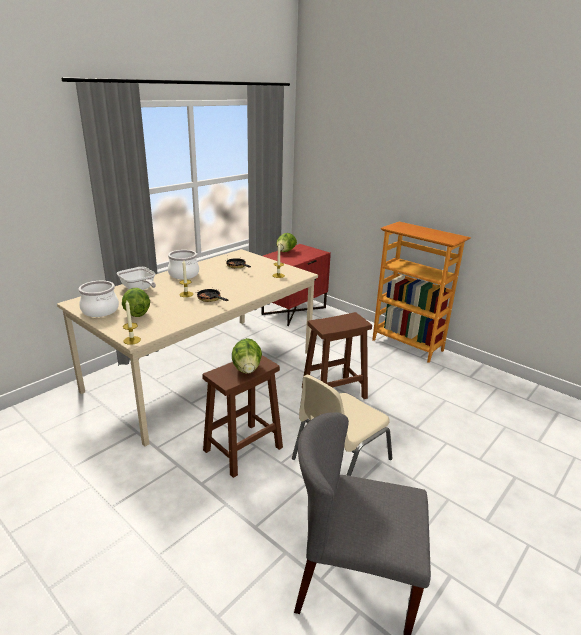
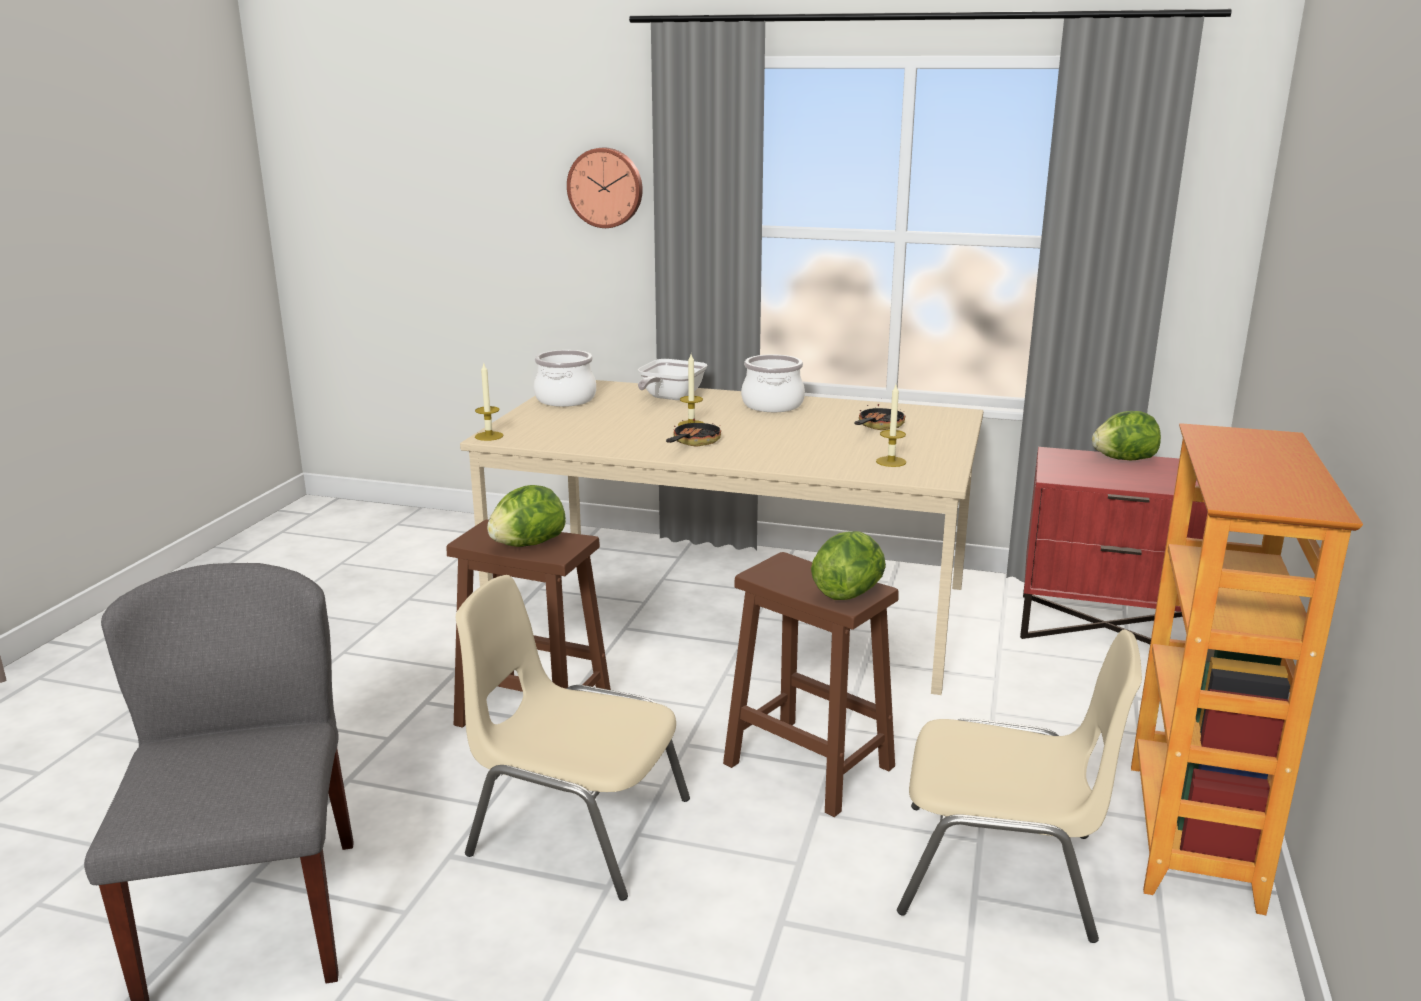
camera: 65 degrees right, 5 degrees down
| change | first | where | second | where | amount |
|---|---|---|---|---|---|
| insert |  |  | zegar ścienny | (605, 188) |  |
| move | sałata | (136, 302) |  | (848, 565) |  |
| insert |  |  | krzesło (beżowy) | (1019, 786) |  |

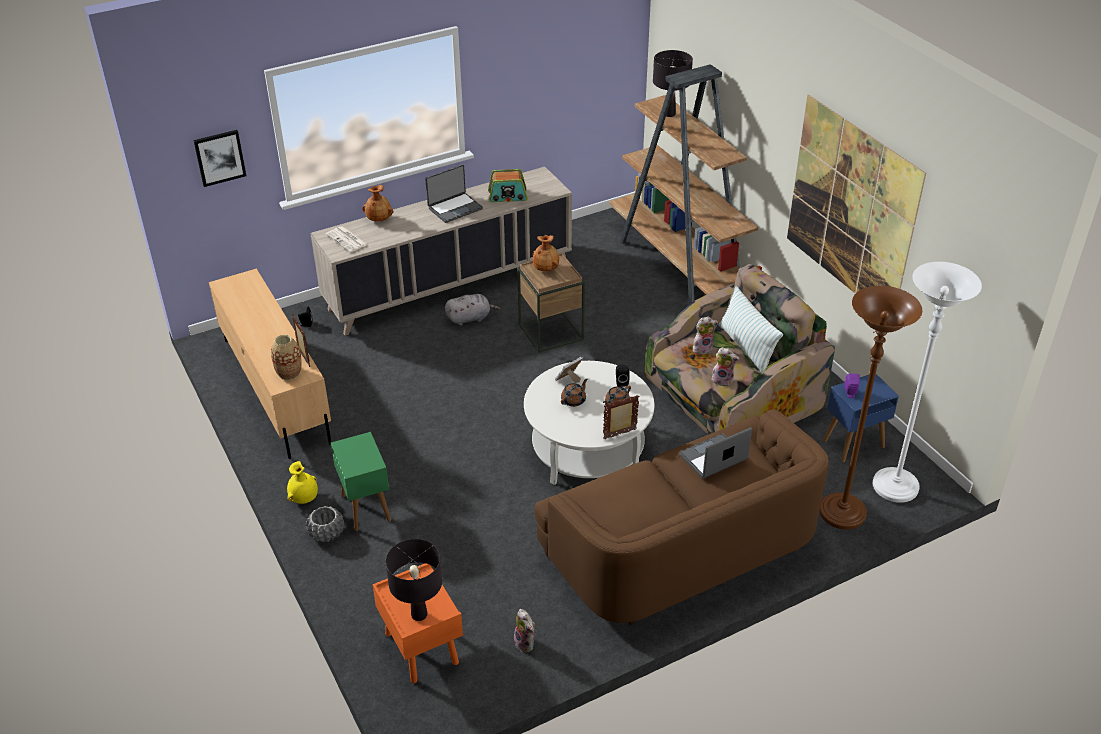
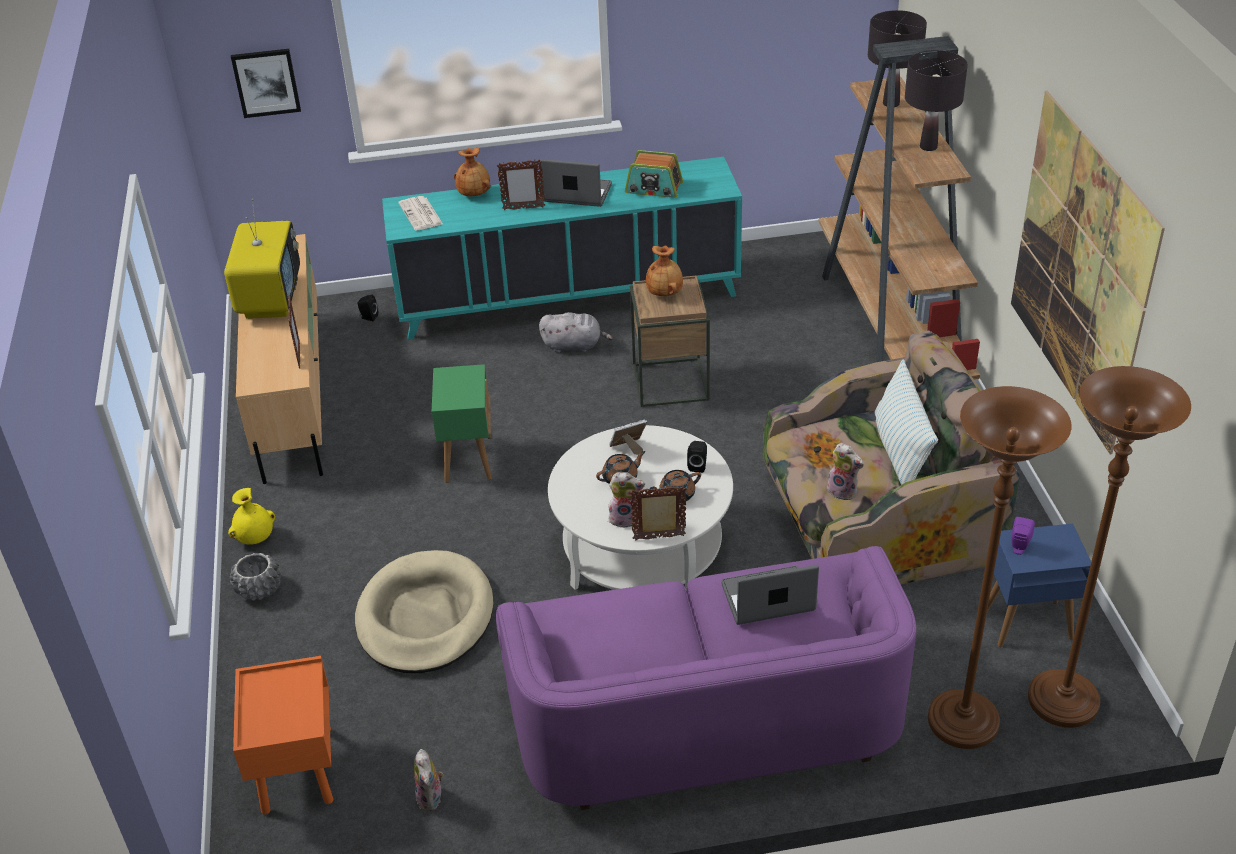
camera: 20 degrees right, 0 degrees up
| change | first | where | second | where | amount |
|---|---|---|---|---|---|
| insert |  |  | telewizor | (262, 259) |  |
| insert |  |  | legowisko (beżowy) | (424, 611) |  |
| recolor | szafka (beżowy) | (441, 251) | szafka (turkusowy) | (562, 248) |  |
| move | stolik (zielony) | (361, 481) |  | (462, 423) |  |
| recolor | kanapa (brązowy) | (681, 517) | kanapa (fioletowy) | (706, 678) |  |
| insert |  |  | ramka na zdjęcie | (521, 184) |  |
| rotate | laptop | (454, 193) |  | (576, 183) | 150 degrees counterclockwise |
| move | pluszak | (705, 336) |  | (626, 500) |  |
| move | lampa stołowa (czarny) | (414, 580) |  | (936, 100) |  |
| recolor | lampa stojąca (biały) | (927, 382) | lampa stojąca (brązowy) | (1109, 547) |  |
| delete | wazon | (286, 357) |  |  |  |

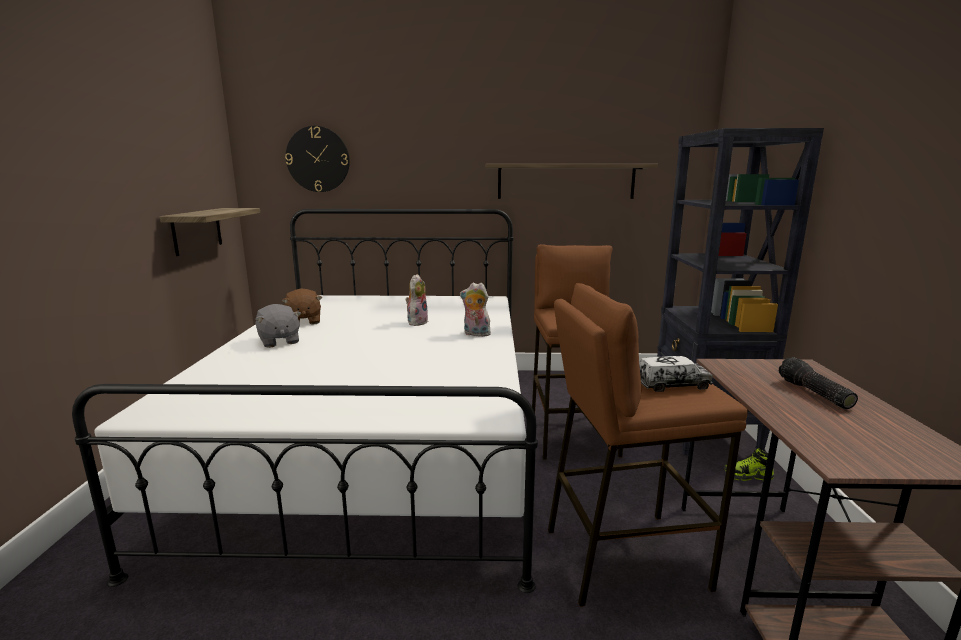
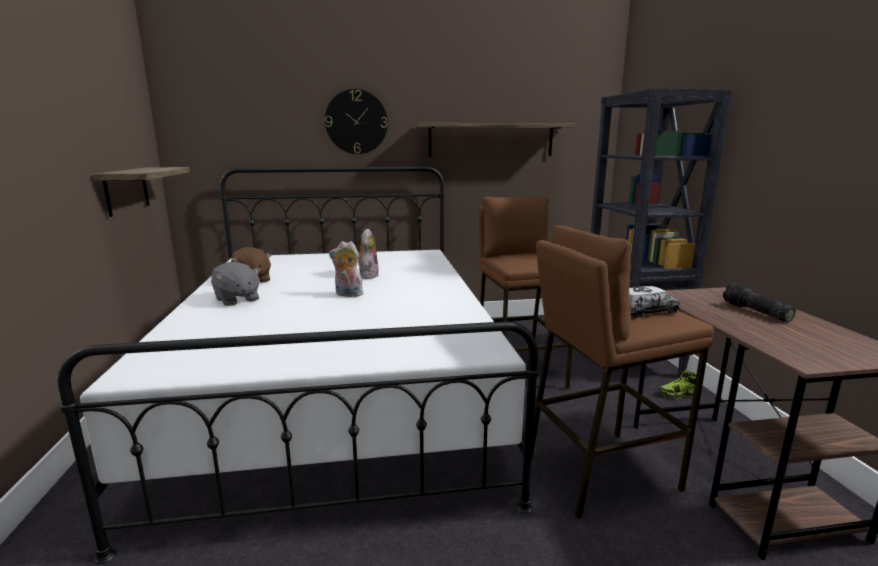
camera: 10 degrees left, 0 degrees up
| change | first | where | second | where | amount |
|---|---|---|---|---|---|
| move | zegar ścienny | (317, 159) |  | (356, 121) |  |
| move | pluszak | (475, 310) |  | (346, 269) |  |

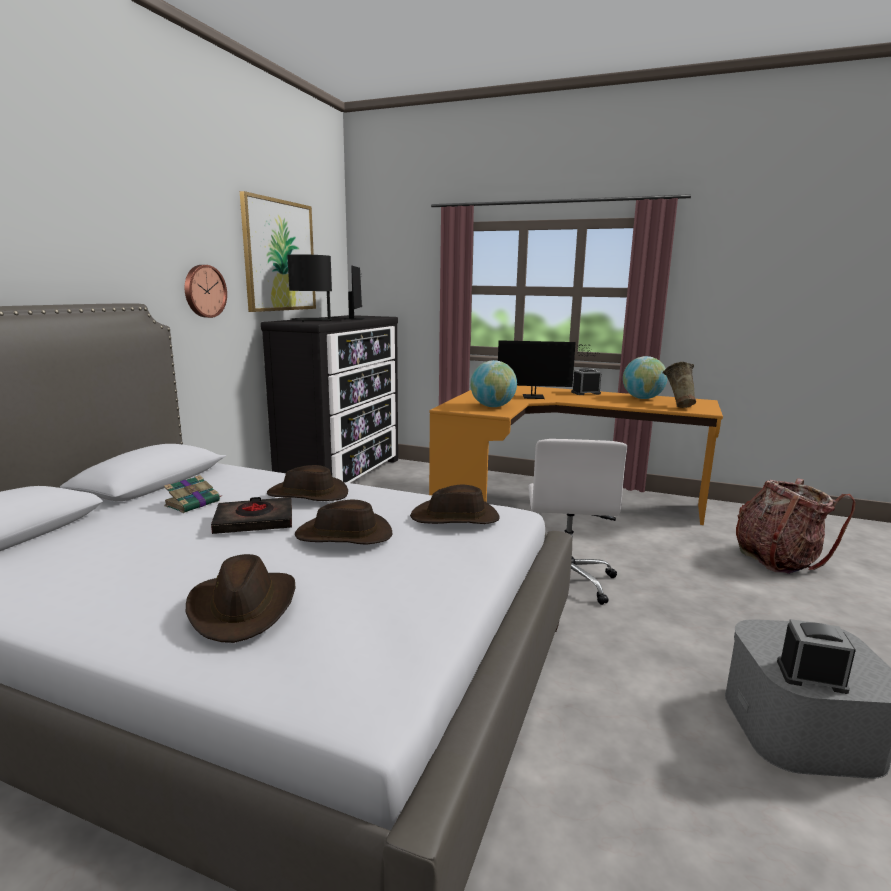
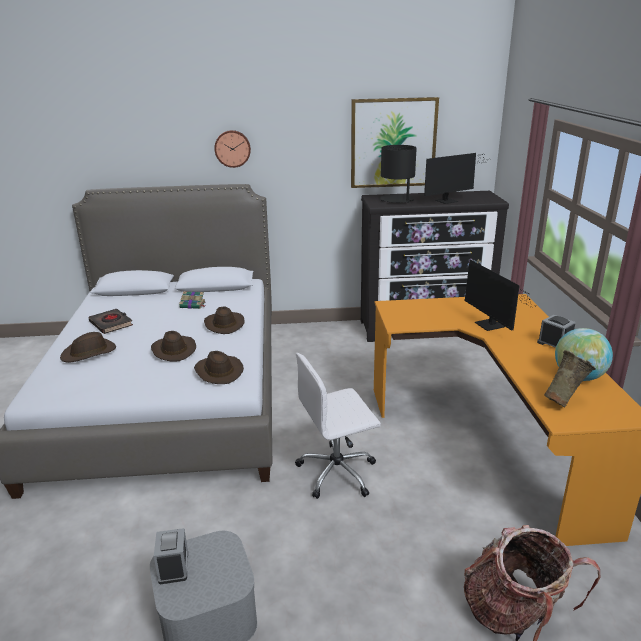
camera: 65 degrees right, 10 degrees up
| change | first | where | second | where | amount |
|---|---|---|---|---|---|
| move | książka (czarny) | (251, 515) |  | (110, 321) |  |
| move | zegar ścienny | (206, 291) |  | (232, 149) |  |
| delete | globus | (493, 383) |  |  |  |

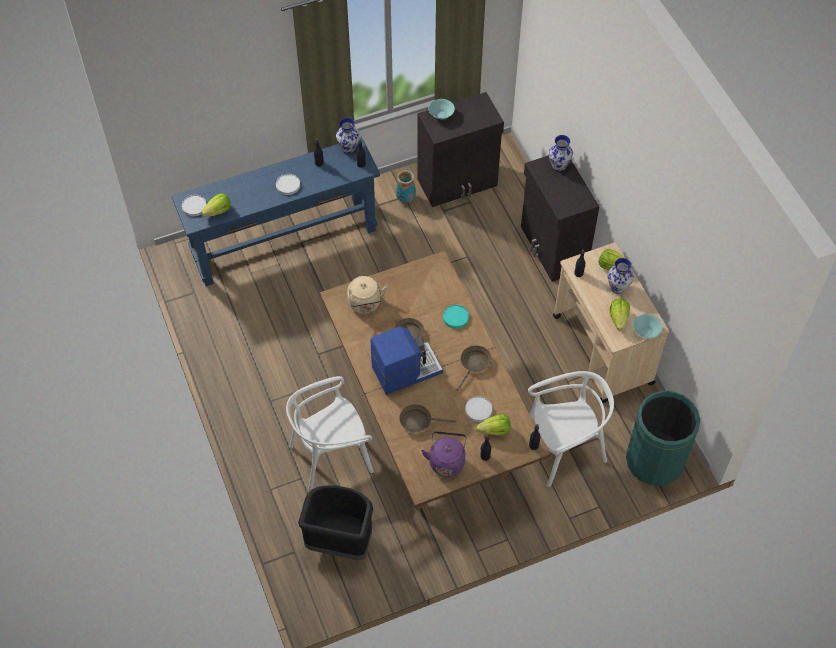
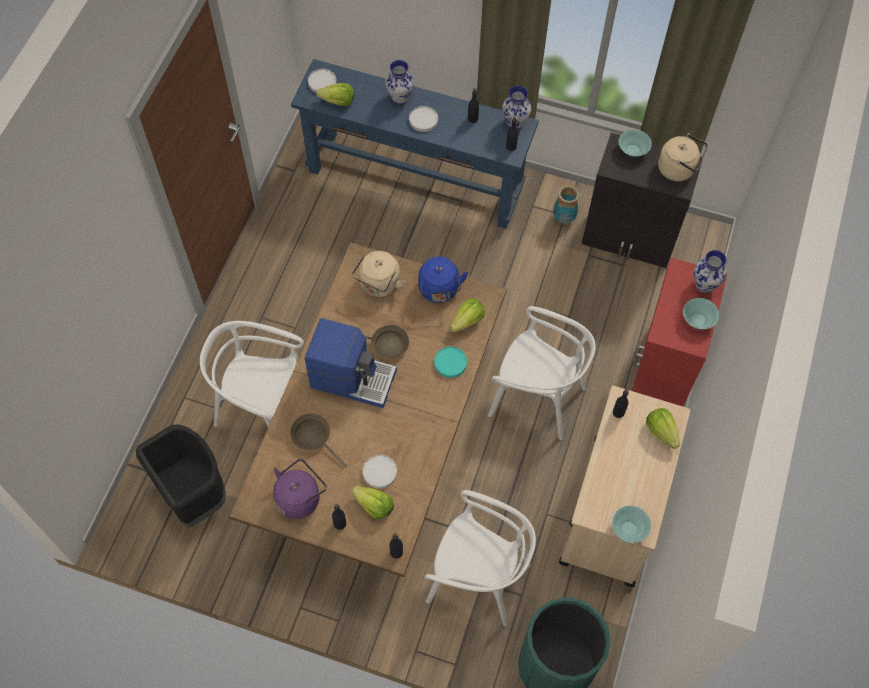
camera: 40 degrees right, 5 degrees up
| change | first | where | second | where | amount |
|---|---|---|---|---|---|
| move | wazon | (620, 276) |  | (399, 82) |  |
| insert |  |  | czajnik (niebieski) | (443, 280) |  |
| move | sałata | (619, 315) |  | (467, 315) |  |
| insert |  |  | krzesło (biały) | (542, 373) |  |
| recolor | szafka (czarny) | (560, 218) | szafka (czerwony) | (680, 331) |  |
| insert |  |  | czajnik (beżowy) | (683, 157) |  |
| insert |  |  | miska (turkusowy) | (701, 313) |  |
| delete | patelnia (brązowy) | (474, 368) |  |  |  |

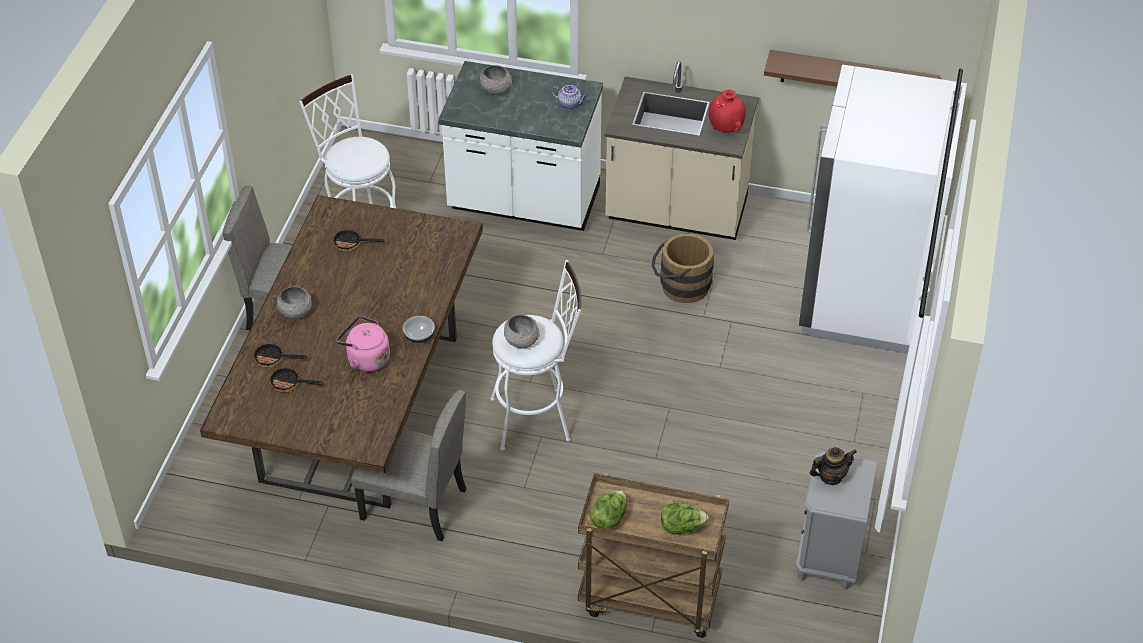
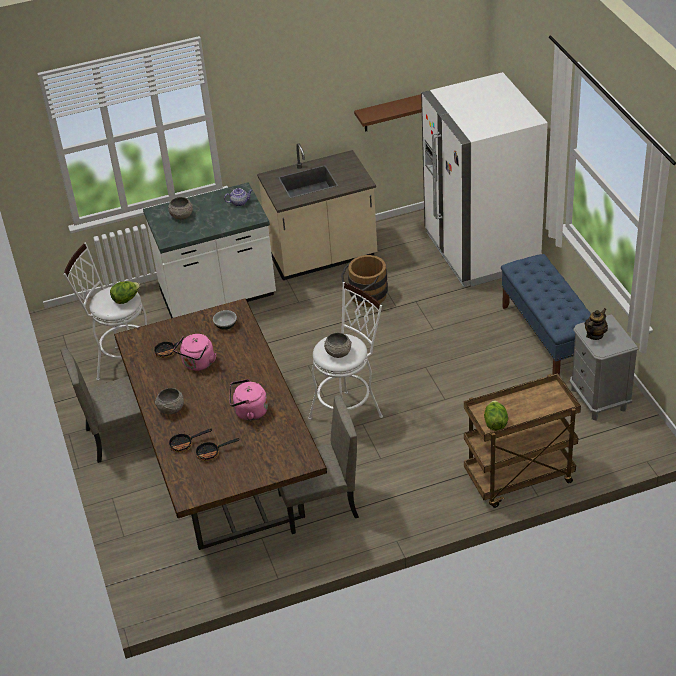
camera: 30 degrees left, 5 degrees down
| change | first | where | second | where | amount |
|---|---|---|---|---|---|
| move | sałata | (685, 518) |  | (125, 292) |  |
| insert |  |  | czajnik (różowy) | (195, 352) |  |
| move | miska | (419, 329) |  | (225, 320) |  |
| insert |  |  | ławka (niebieski) | (546, 314) |  |
| delete | wazon (czerwony) | (727, 111) |  |  |  |

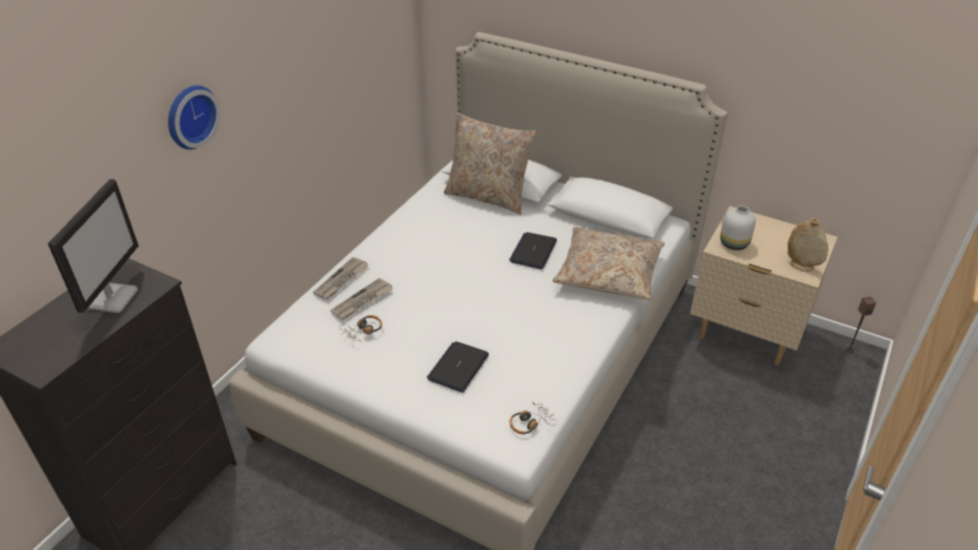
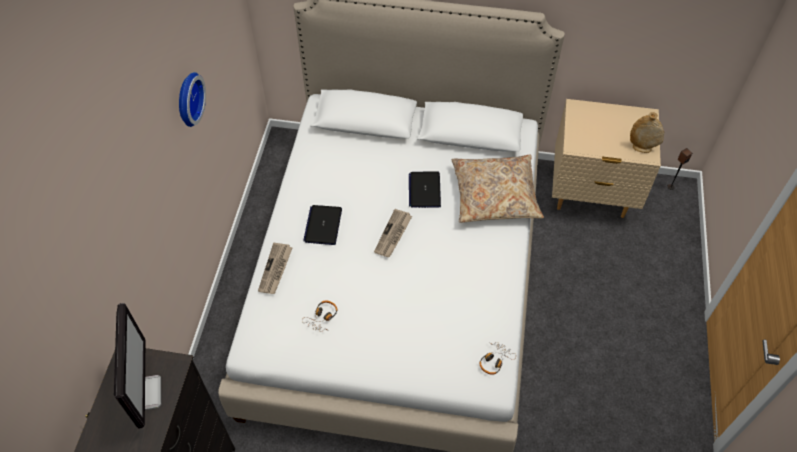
camera: 20 degrees left, 15 degrees up
| change | first | where | second | where | amount |
|---|---|---|---|---|---|
| move | zegar ścienny | (194, 117) |  | (192, 99) |  |
| move | laptop | (458, 367) |  | (322, 225) |  |
| move | gazeta | (361, 299) |  | (393, 233) |  |
| delete | poduszka (beżowy) | (490, 164) |  |  |  |
| delete | wazon (biały) | (738, 228) |  |  |  |

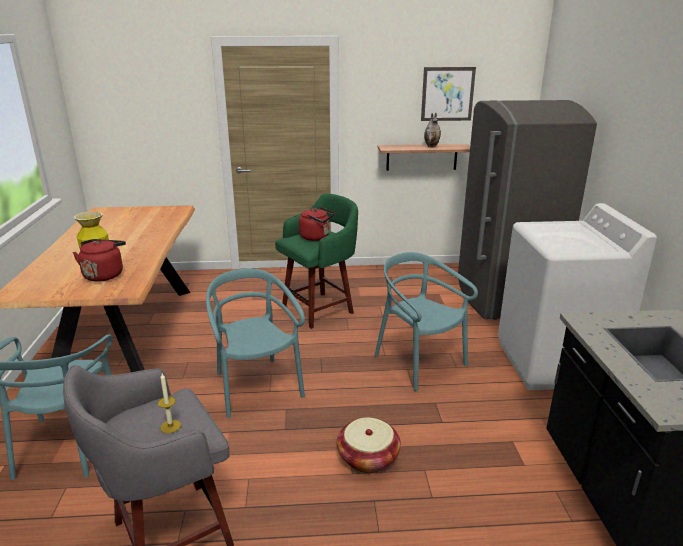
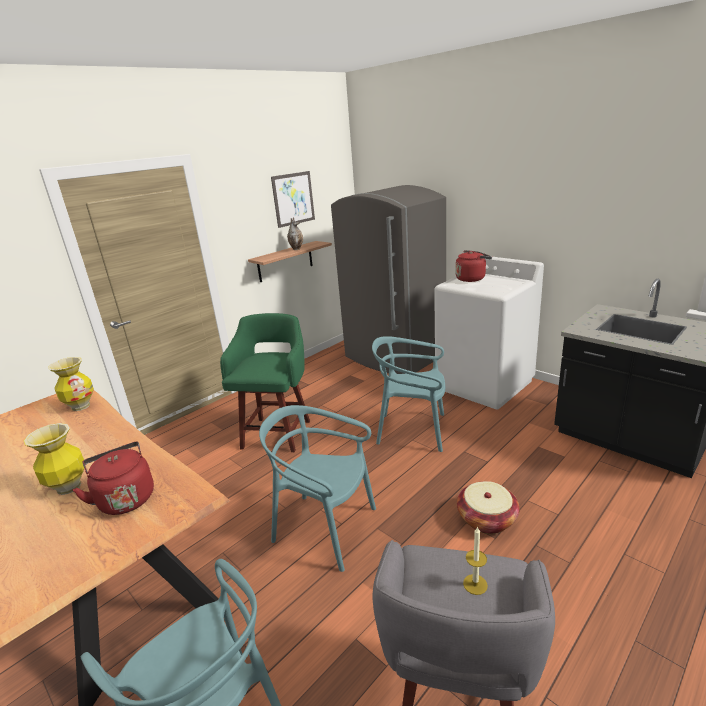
camera: 40 degrees left, 0 degrees up
| change | first | where | second | where | amount |
|---|---|---|---|---|---|
| insert |  |  | wazon | (71, 384) |  |
| move | czajnik (czerwony) | (317, 224) |  | (474, 266) |  |

